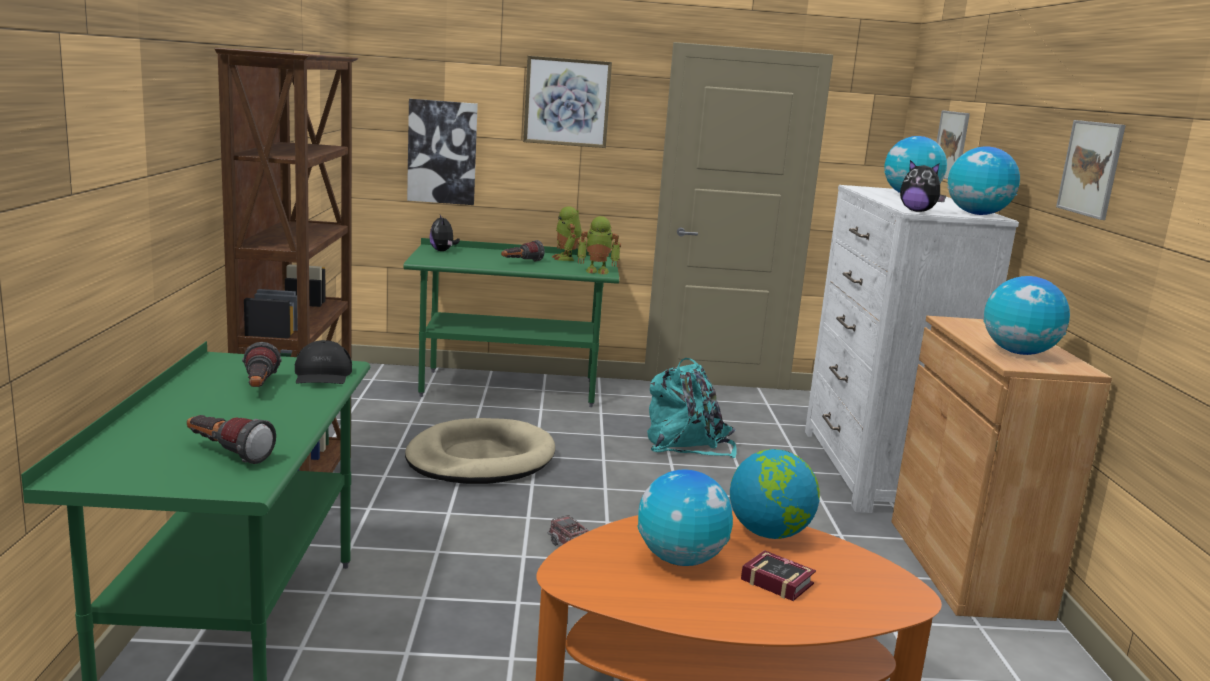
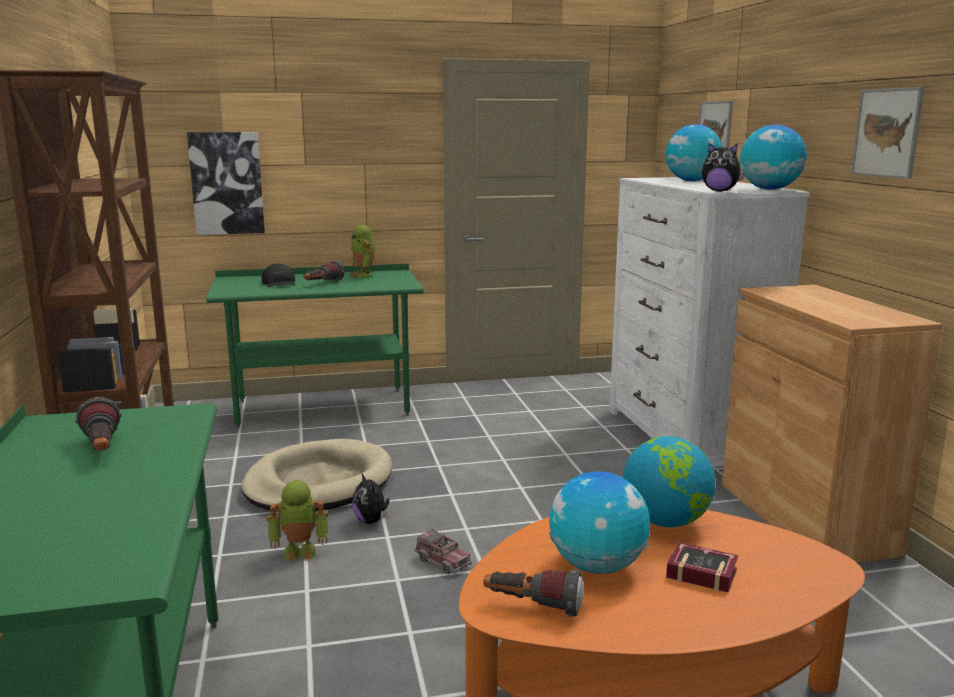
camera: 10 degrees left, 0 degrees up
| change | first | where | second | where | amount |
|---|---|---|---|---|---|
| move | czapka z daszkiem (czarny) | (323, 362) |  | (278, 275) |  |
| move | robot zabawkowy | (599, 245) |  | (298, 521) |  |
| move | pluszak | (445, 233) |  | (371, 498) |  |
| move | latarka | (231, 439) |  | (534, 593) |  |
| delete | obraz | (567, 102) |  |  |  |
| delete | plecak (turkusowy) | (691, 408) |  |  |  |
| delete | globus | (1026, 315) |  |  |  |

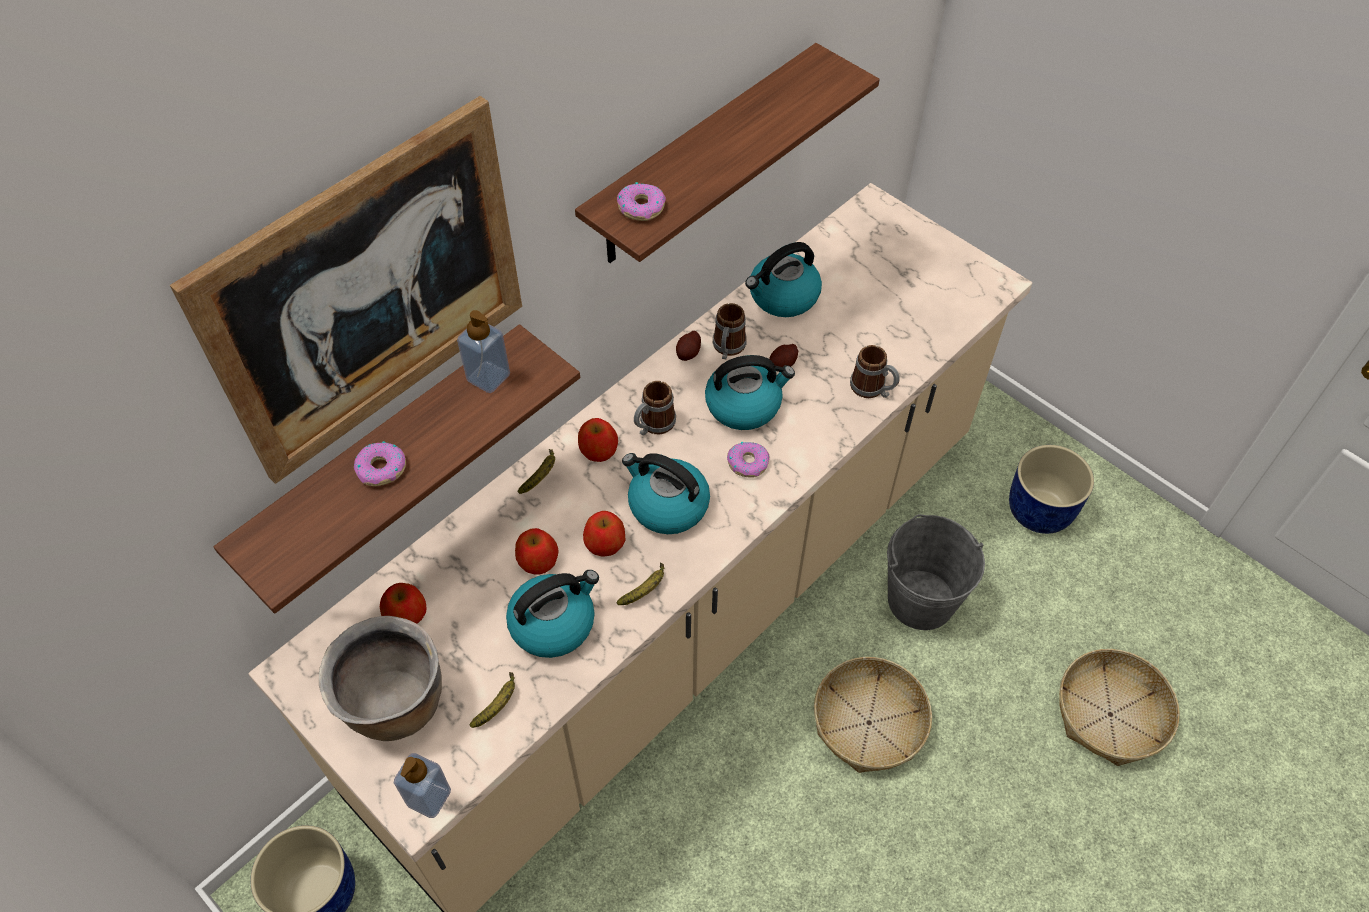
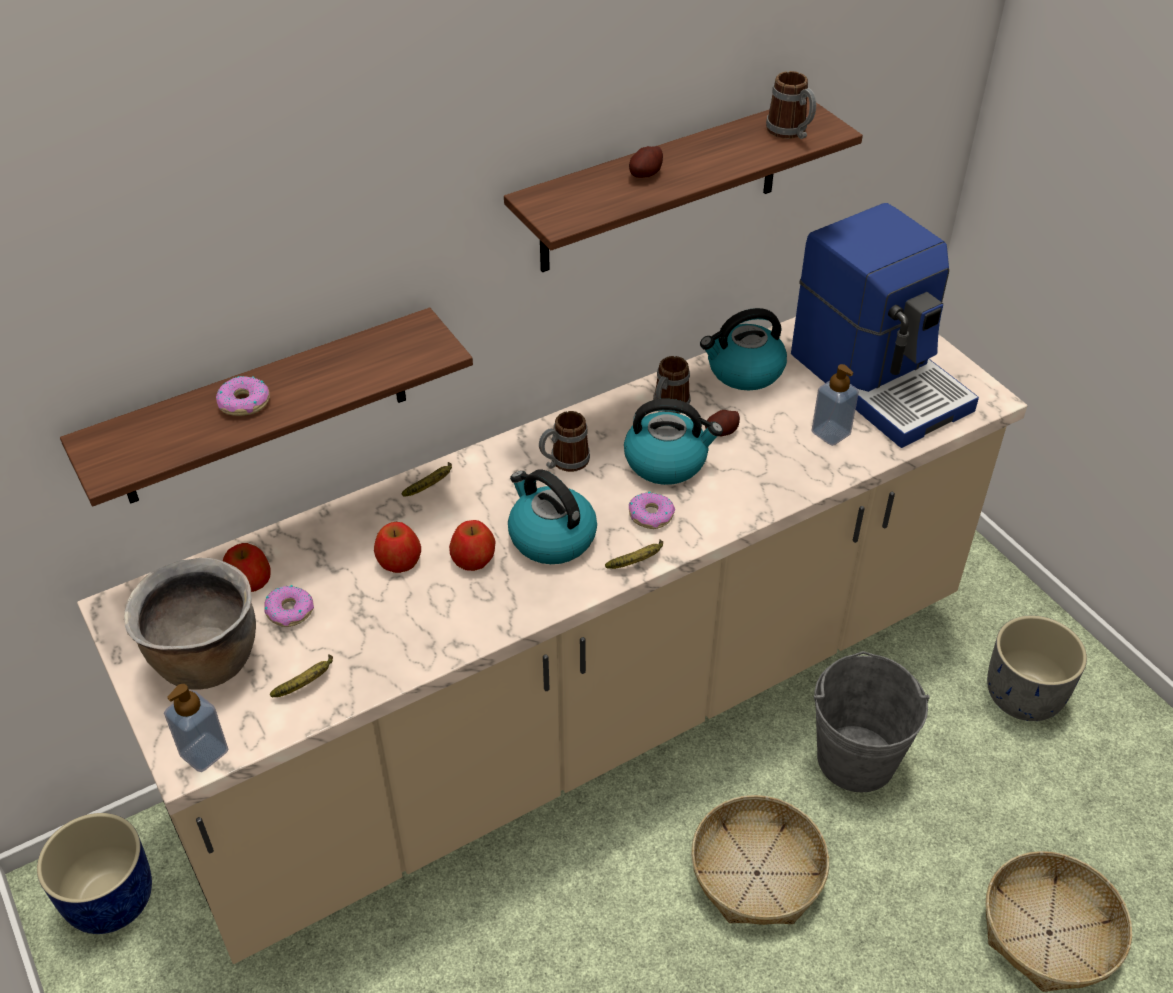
camera: 15 degrees right, 10 degrees down
| change | first | where | second | where | amount |
|---|---|---|---|---|---|
| move | donut | (641, 201) |  | (289, 606) |  |
| move | banan | (640, 583) |  | (634, 554) |  |
| move | ziemniak | (688, 346) |  | (646, 162) |  |
| move | kubek | (875, 371) |  | (791, 105) |  |
| insert |  |  | ekspres do kawy | (885, 325) |  |
| move | dozownik mydła | (483, 351) |  | (835, 405) |  |
| recolor | donica (niebieski) | (1051, 489) | donica (szary) | (1037, 668) |  |
| delete | obraz | (346, 290) |  |  |  |
| delete | czajnik | (552, 614) |  |  |  |
| delete | jabłko | (598, 440) |  |  |  |

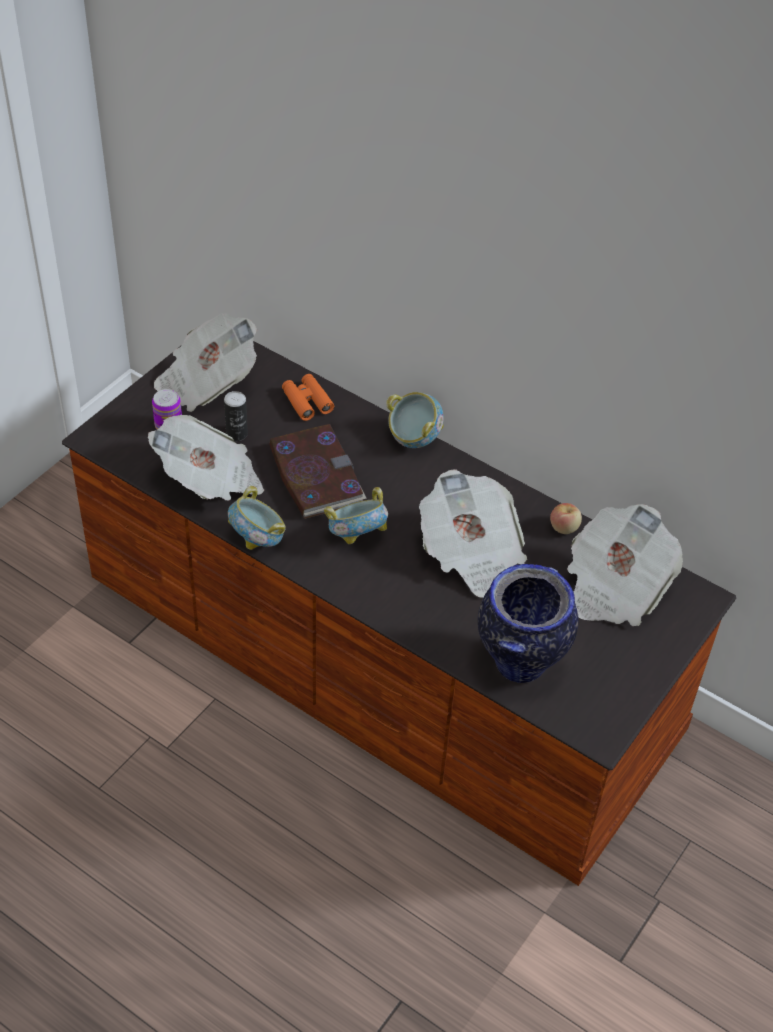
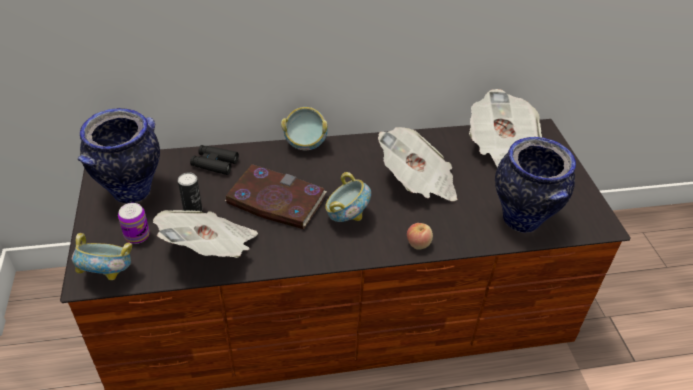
camera: 45 degrees left, 5 degrees down
| change | first | where | second | where | amount |
|---|---|---|---|---|---|
| move | miska | (257, 518) |  | (102, 256) |  |
| replace | gazeta | (205, 362) | wazon | (119, 156) |  |
| recolor | lornetka (pomarańczowy) | (308, 397) | lornetka (czarny) | (214, 160) |  |
| move | jabłko | (566, 518) |  | (420, 236) |  |

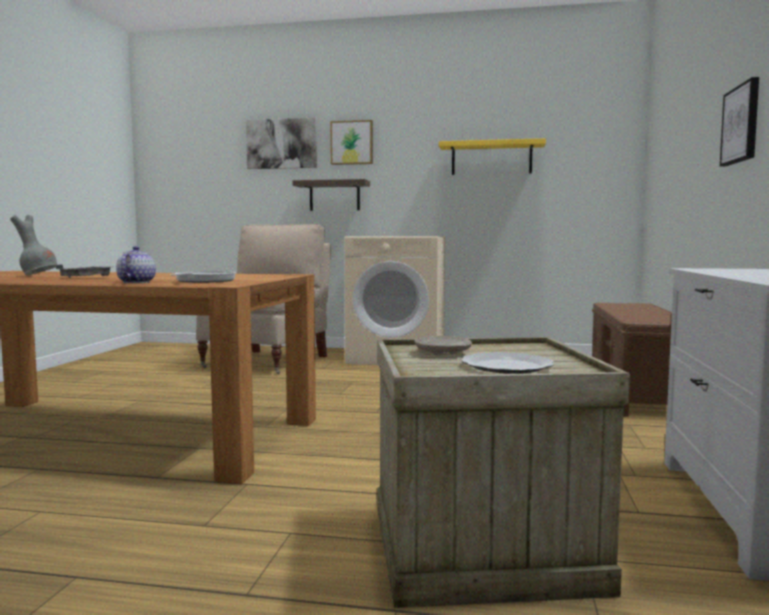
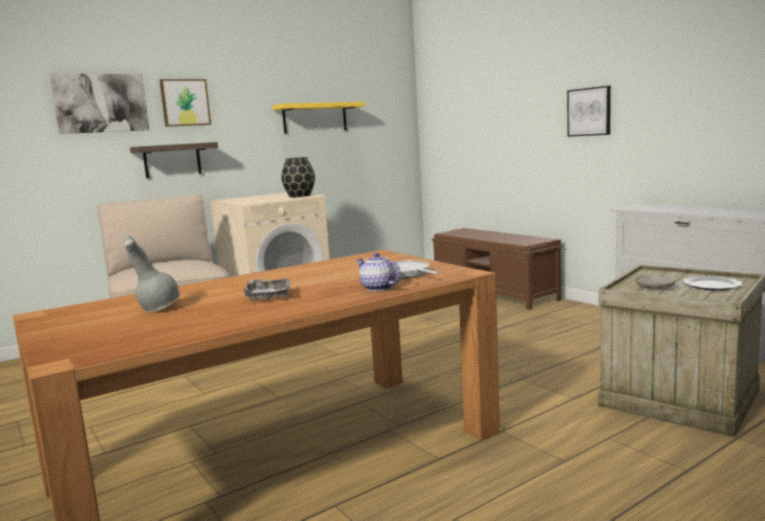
camera: 45 degrees left, 5 degrees up
| change | first | where | second | where | amount |
|---|---|---|---|---|---|
| insert |  |  | wazon (czarny) | (298, 177) |  |

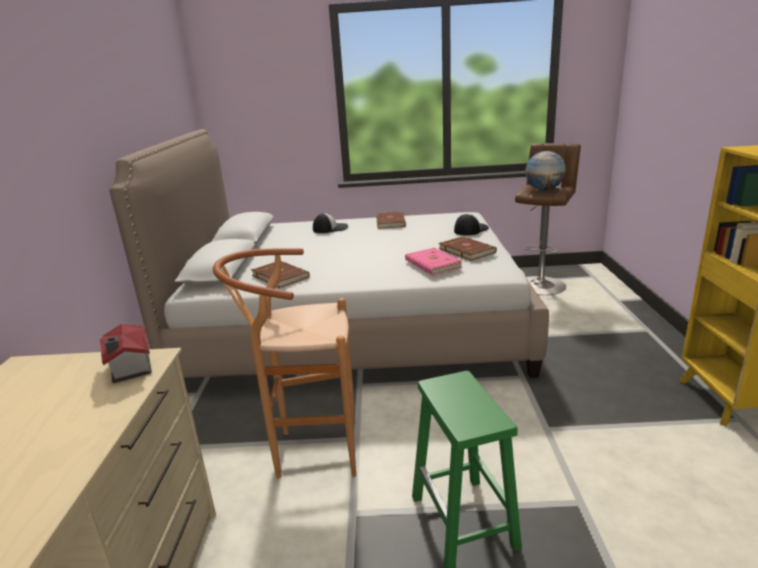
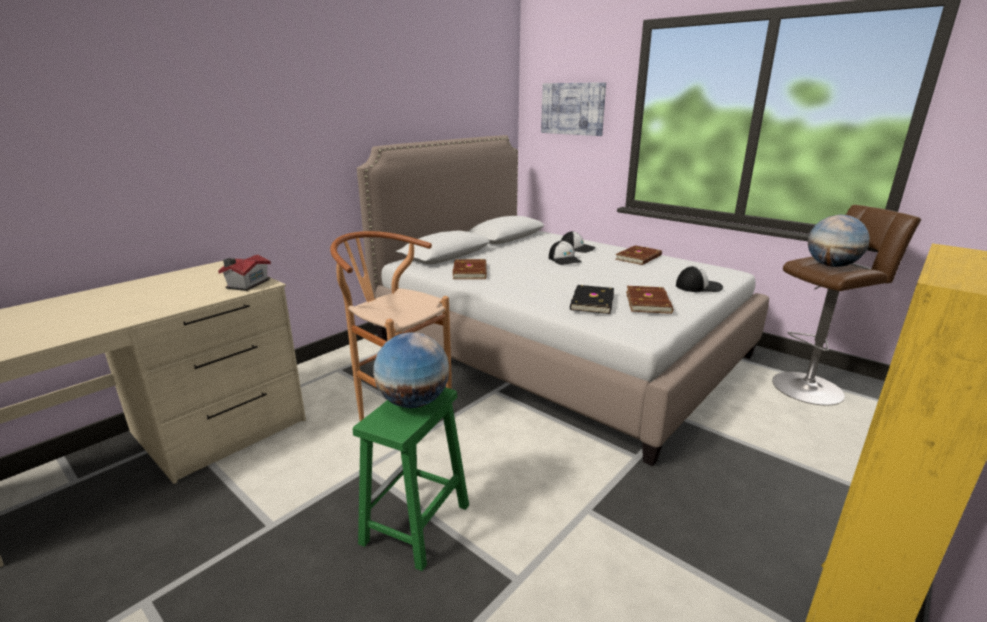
camera: 40 degrees right, 0 degrees up
| change | first | where | second | where | amount |
|---|---|---|---|---|---|
| insert |  |  | globus | (411, 370) |  |
| insert |  |  | obraz | (573, 109) |  |
| insert |  |  | czapka z daszkiem | (565, 253) |  |
| recolor | książka (różowy) | (434, 261) | książka (czarny) | (592, 299) |  |

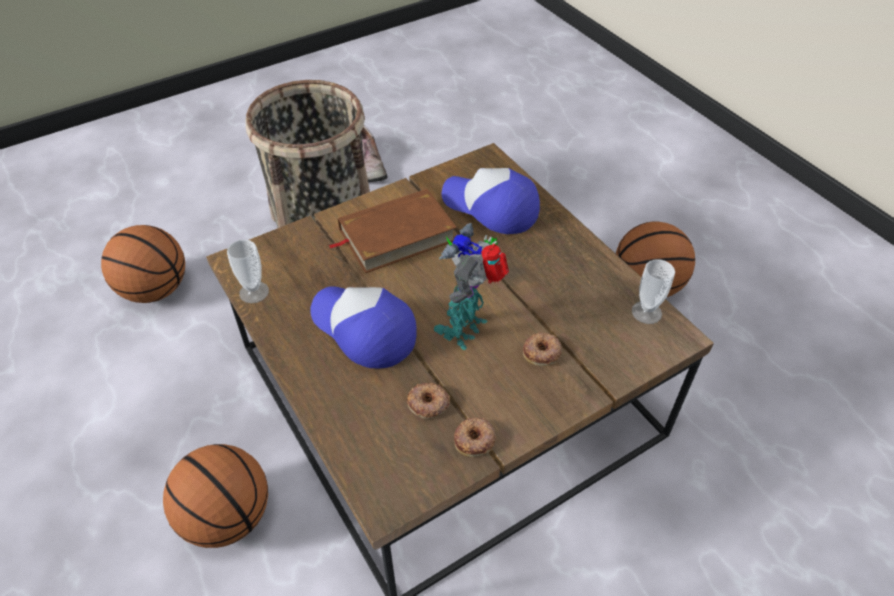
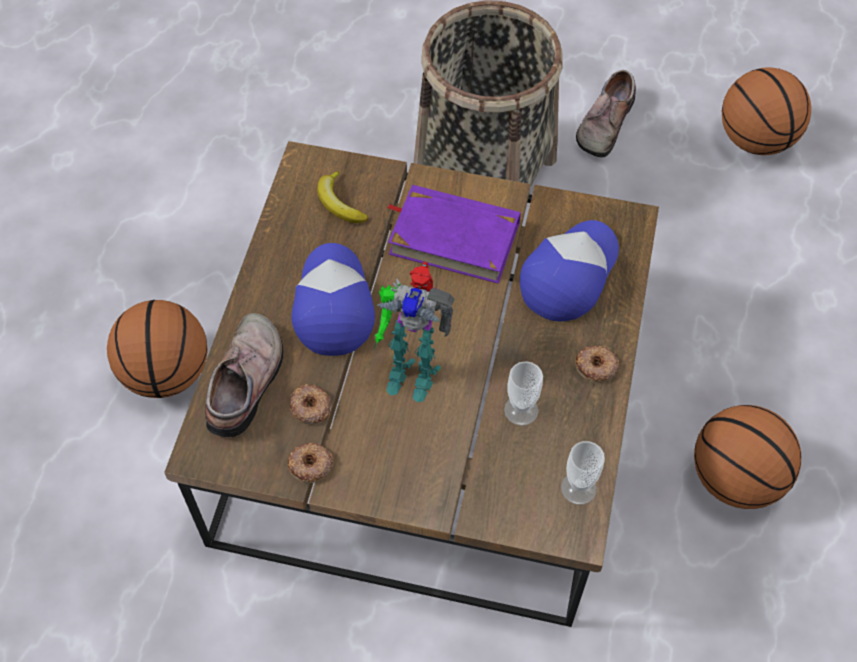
camera: 45 degrees right, 10 degrees up
| change | first | where | second | where | amount |
|---|---|---|---|---|---|
| insert |  |  | but | (244, 375) |  |
| insert |  |  | banan | (342, 196) |  |
| rotate | robot zabawkowy | (471, 286) |  | (414, 331) | 150 degrees counterclockwise |
| recolor | książka (brązowy) | (392, 231) | książka (fioletowy) | (453, 234) |  |
| move | filiżanka | (248, 271) |  | (523, 393) |  |
| rotate | czapka z daszkiem | (490, 201) |  | (569, 271) | 45 degrees clockwise |
| move | donut | (542, 349) |  | (597, 364) |  |
| move | piłka do koszykówki | (143, 264) |  | (766, 111) |  |

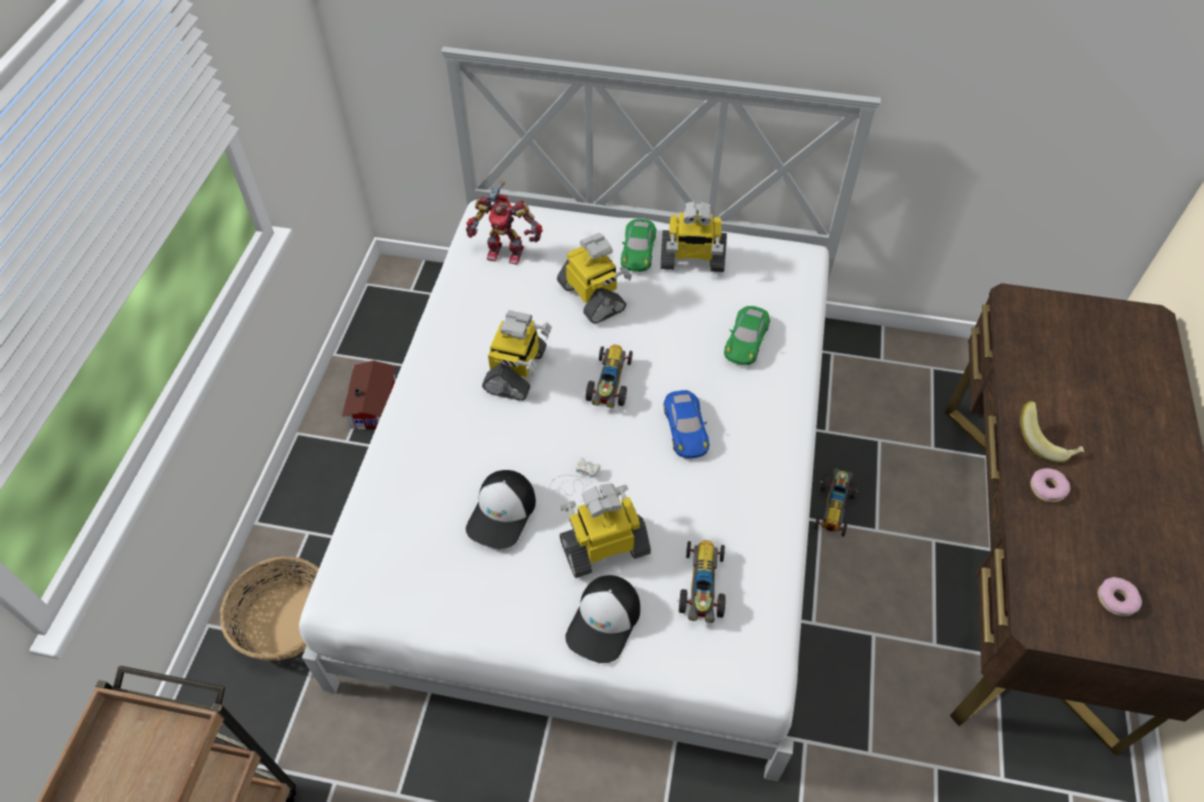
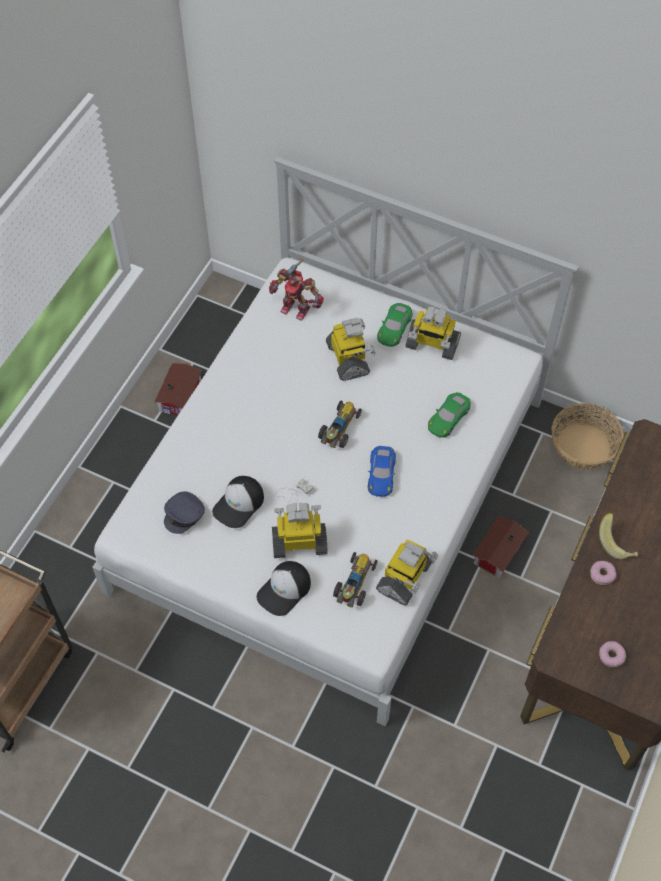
camera: 15 degrees right, 5 degrees up
| change | first | where | second | where | amount |
|---|---|---|---|---|---|
| insert |  |  | czapka z daszkiem (szary) | (184, 512) |  |
| move | robot zabawkowy | (517, 355) |  | (407, 572) |  |
| replace | samochodzik | (836, 502) | domek | (500, 547) |  |
| move | koszyk | (269, 608) |  | (588, 436) |  |

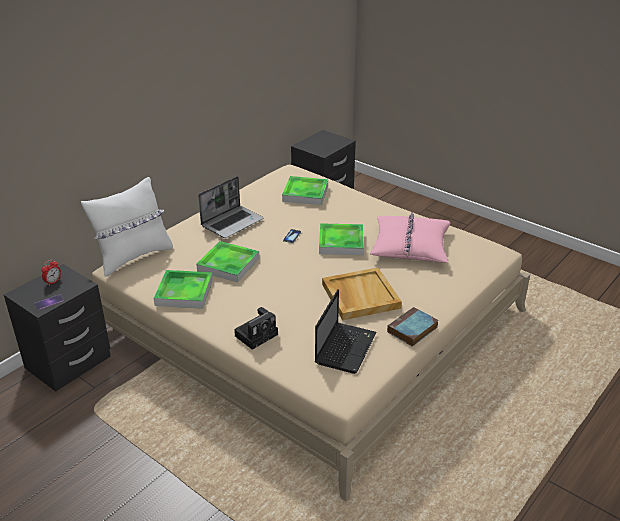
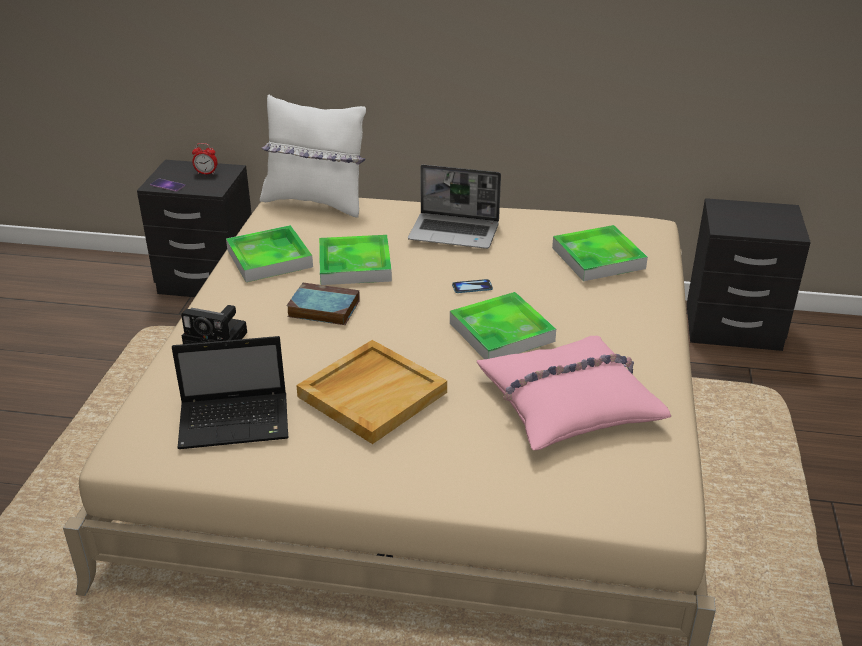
camera: 60 degrees right, 0 degrees up
| change | first | where | second | where | amount |
|---|---|---|---|---|---|
| move | książka | (412, 327) |  | (323, 303) |  |

